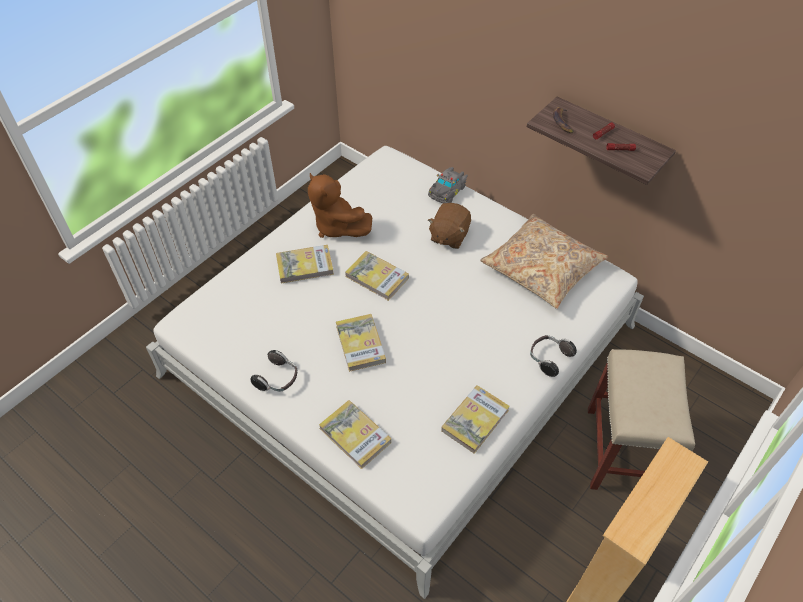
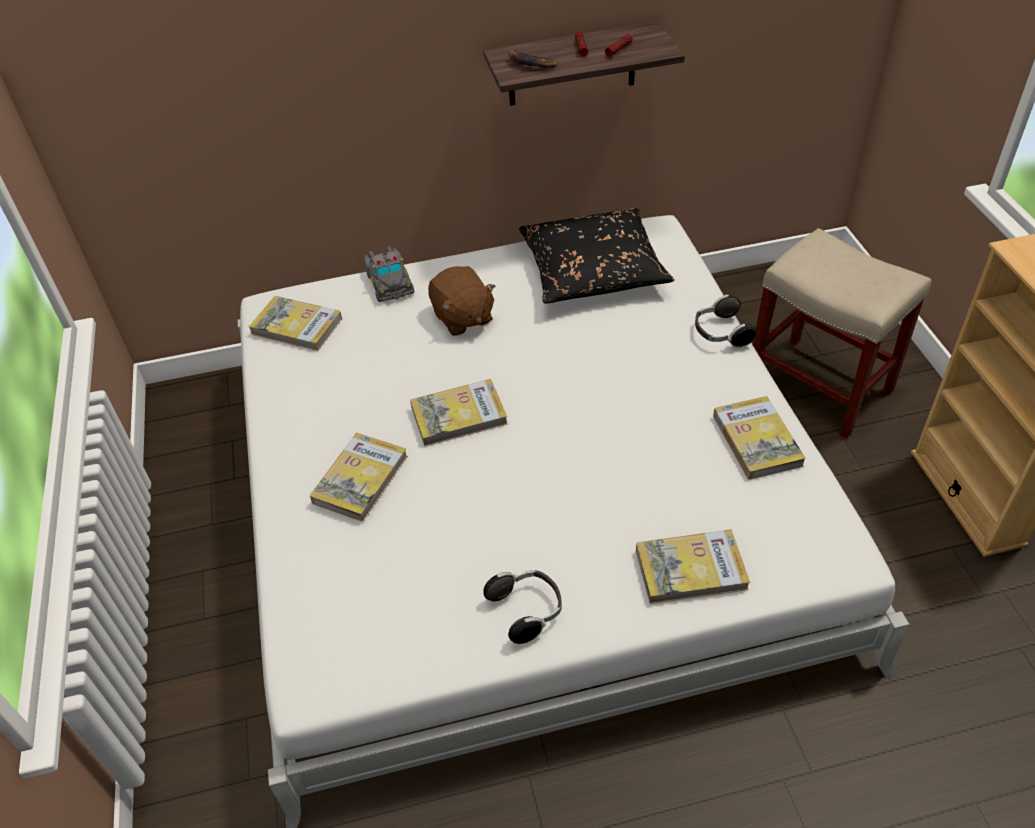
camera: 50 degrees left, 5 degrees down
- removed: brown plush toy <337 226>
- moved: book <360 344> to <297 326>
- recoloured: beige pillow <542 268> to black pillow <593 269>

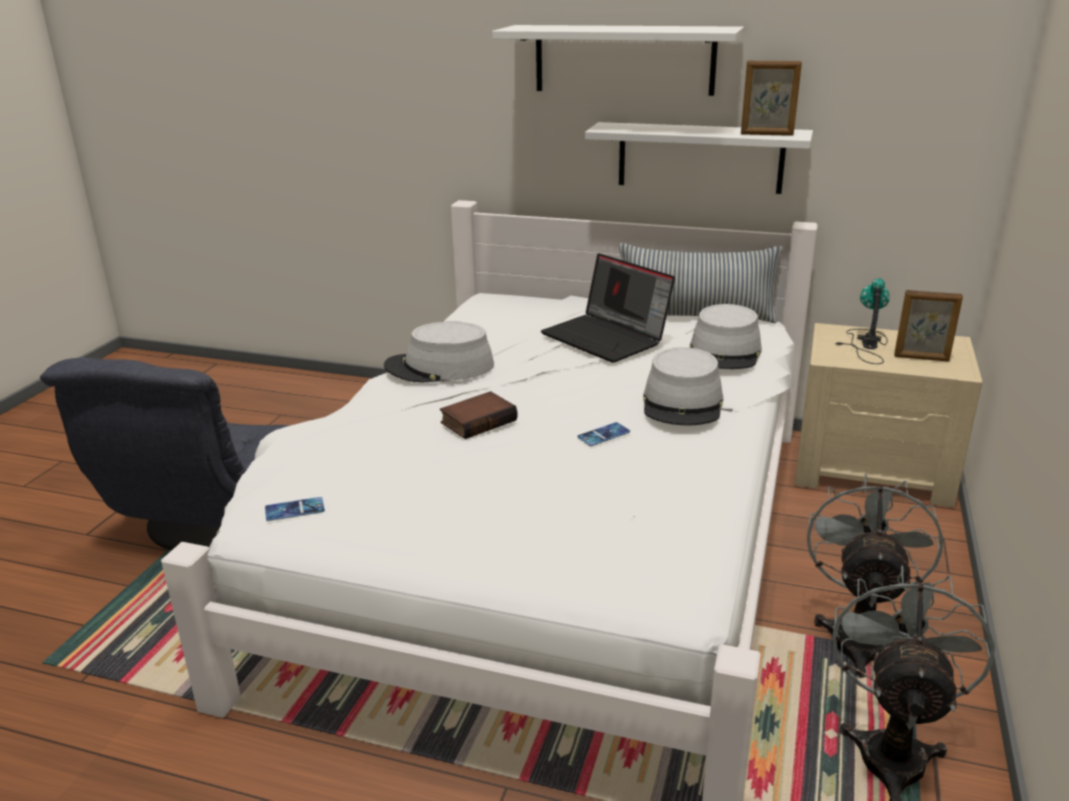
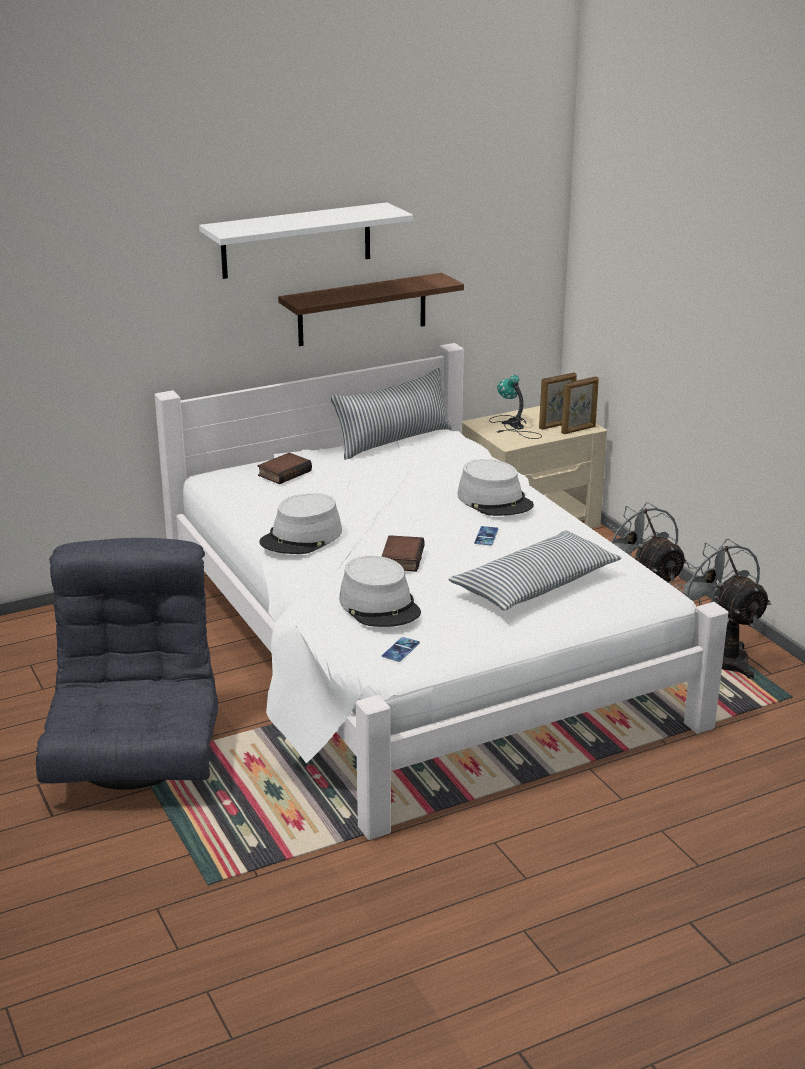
camera: 45 degrees left, 0 degrees up
- turned: grey armchair <207 520> = <137 757> 150 degrees counterclockwise
- removed: laptop <607 338>
- recoloured: white shelf <700 157> to brown shelf <362 309>
- moved: grey hat <724 352> to <380 605>
- moved: picture frame <767 134> to <579 430>
- added: book <284 472>
- added: pillow <535 585>

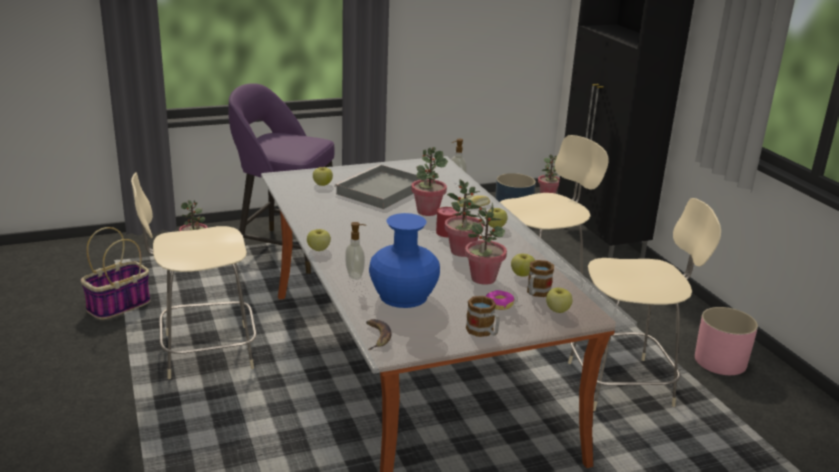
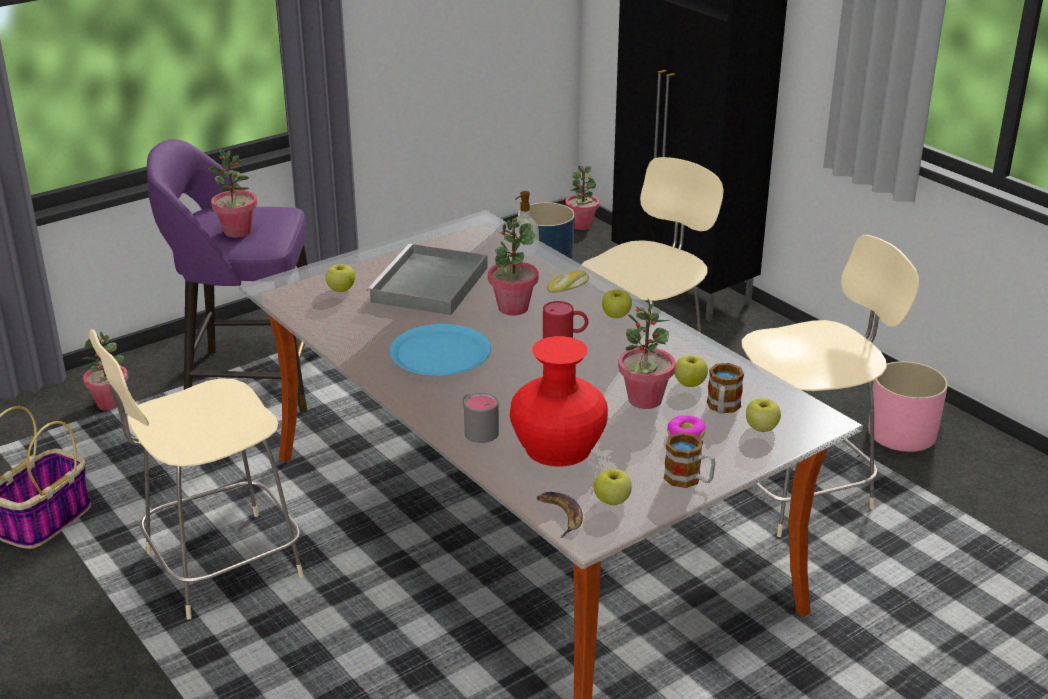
camera: 15 degrees left, 5 degrees up
- moved: apple <318 249> to <612 501>
- replaced: soap dispenser <355 275> to grey mug <477 429>
- recoloured: blue vase <403 295> to red vase <558 447>
- moved: potted plant <462 251> to <237 232>
- added: blue plate <440 352>

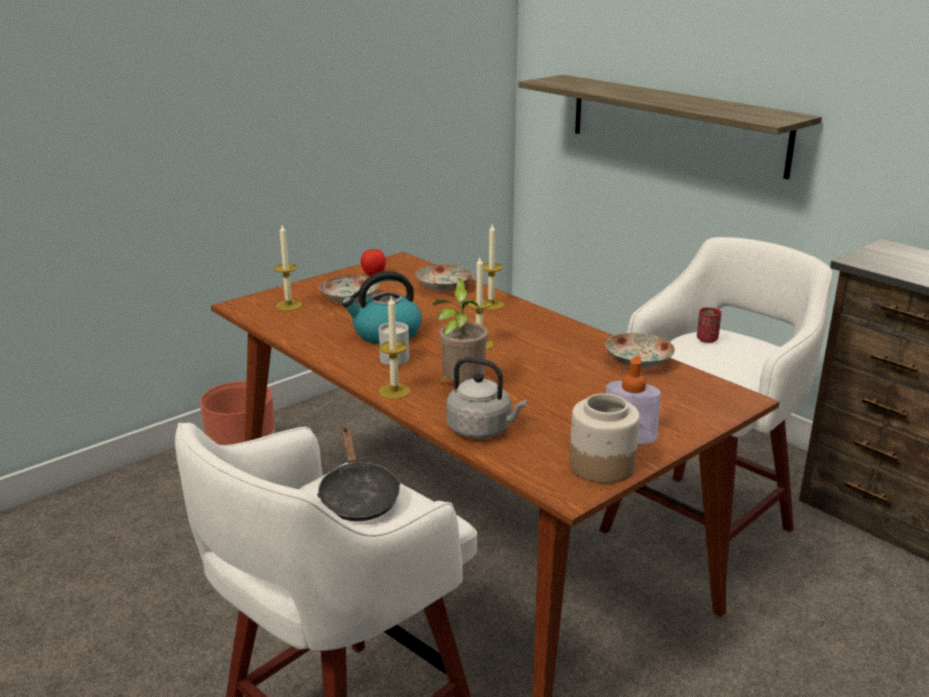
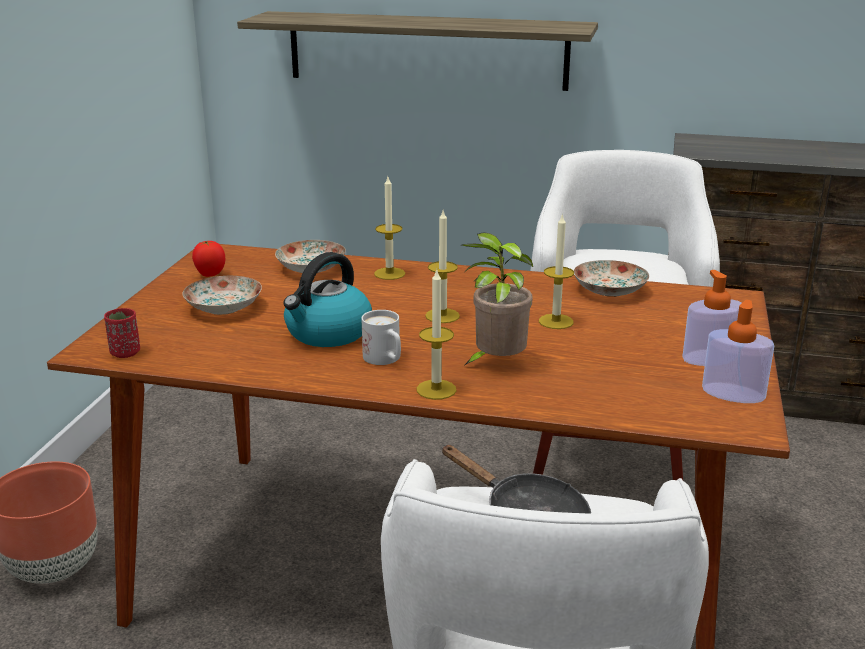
camera: 35 degrees left, 0 degrees up
- moved: candle <288 305> to <556 321>
- removed: grey kettle <482 430>
- replaced: jar <601 466> to soap dispenser <733 393>
- moved: red cup <707 339> to <125 353>

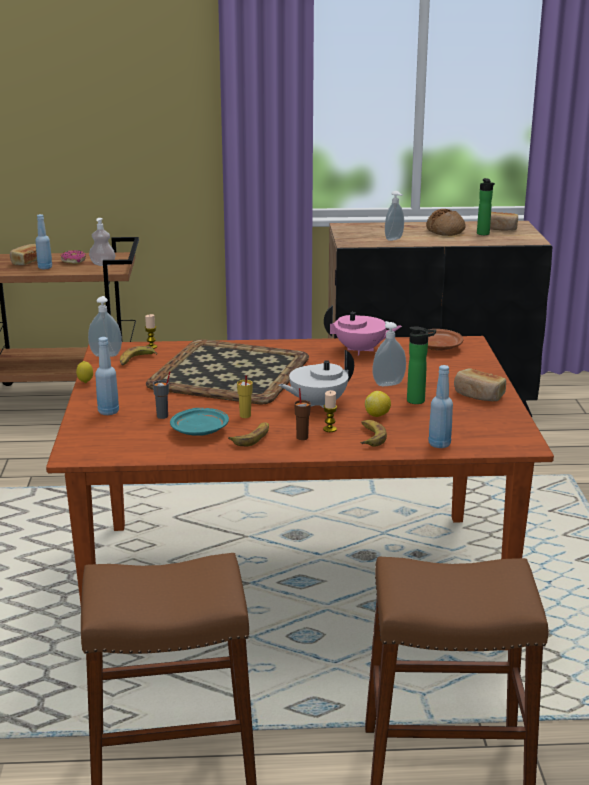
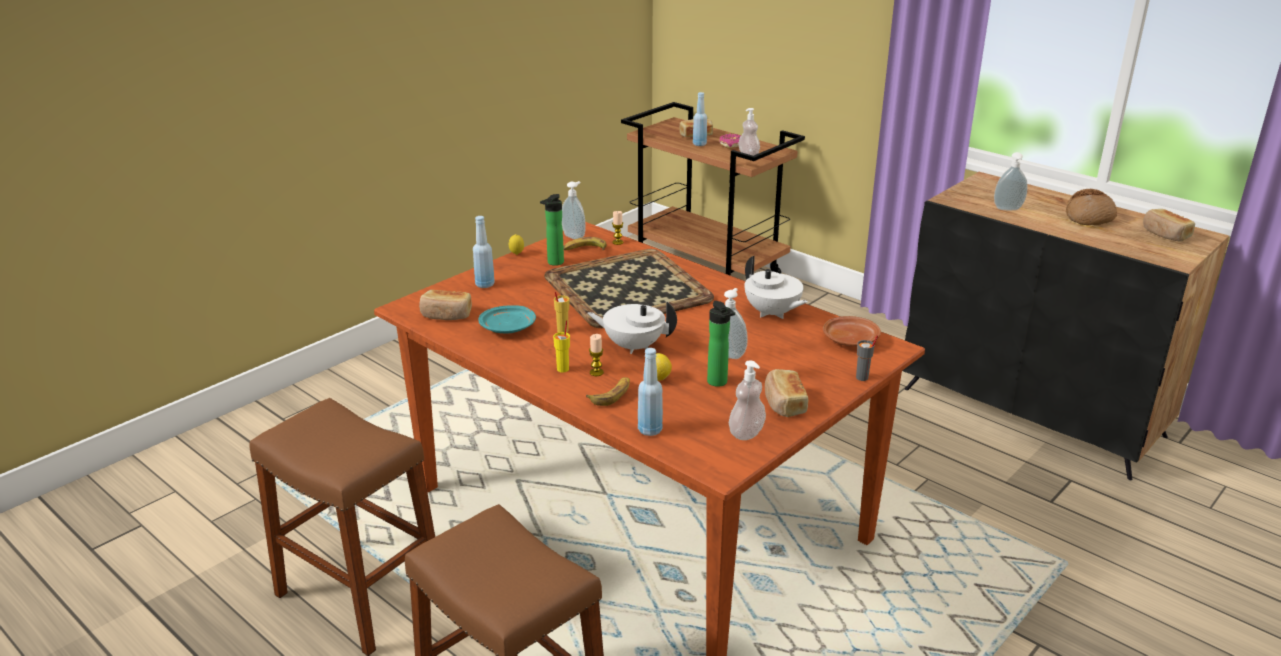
camera: 45 degrees right, 5 degrees up
- moved: grey cup <163 416> to <862 378>
- removed: banana <252 438>
- recoloured: brown cup <302 437> to yellow cup <563 369>
- recoloured: pink teapot <360 350> to white teapot <772 313>
- moved: bottle <483 234> to <554 263>
- added: bread <446 315>
- added: soap dispenser <746 433>

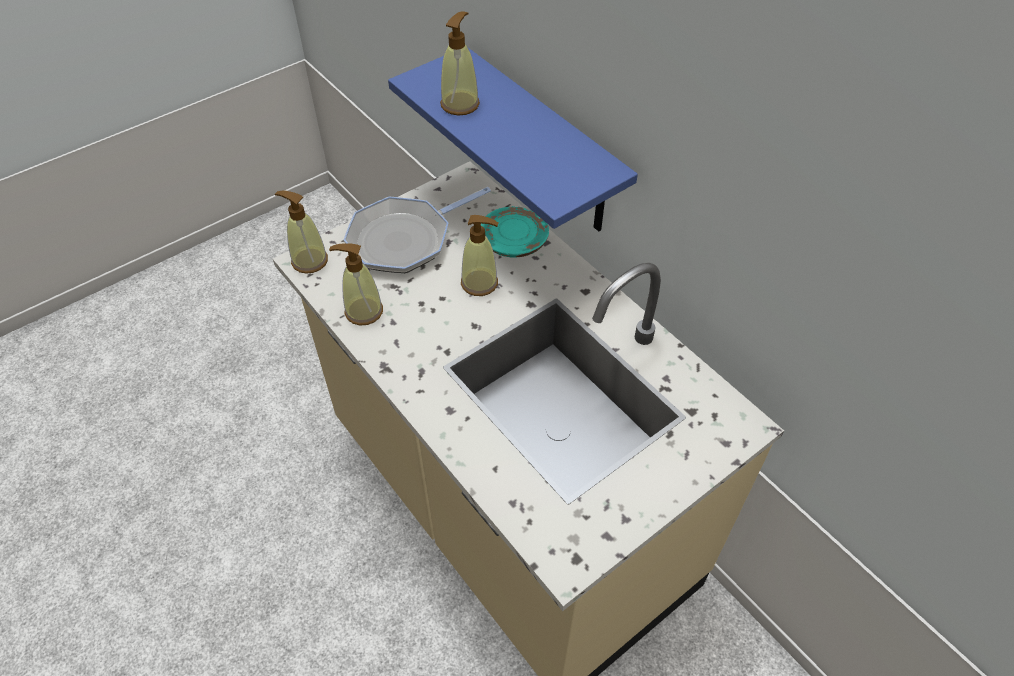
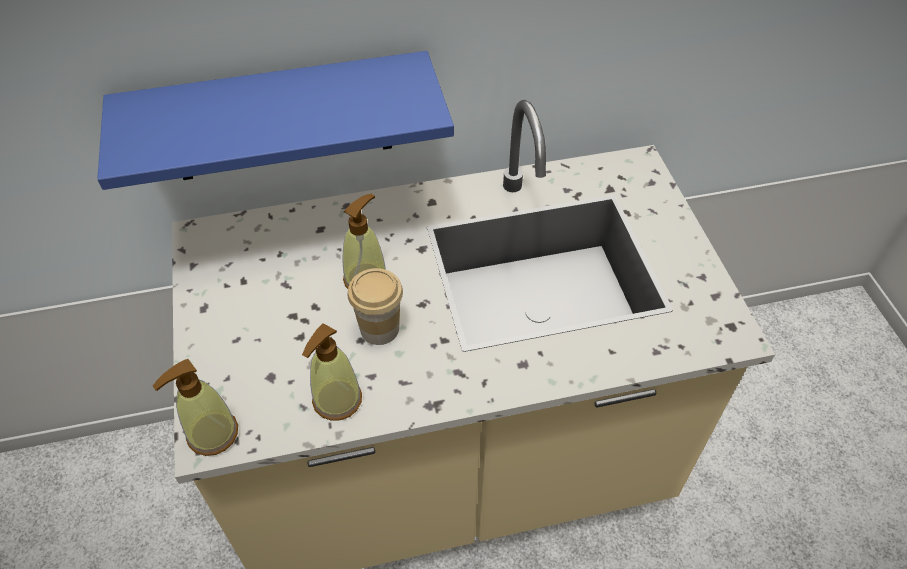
camera: 65 degrees left, 0 degrees up
- removed: frying pan <405 239>
- removed: soap dispenser <460 104>
- removed: turquoise plate <513 241>
- added: cup <379 329>

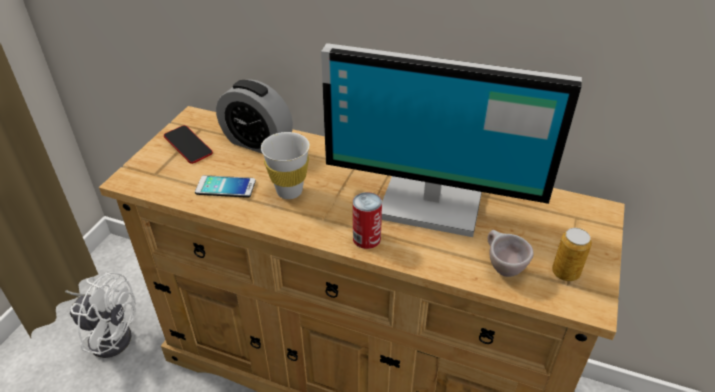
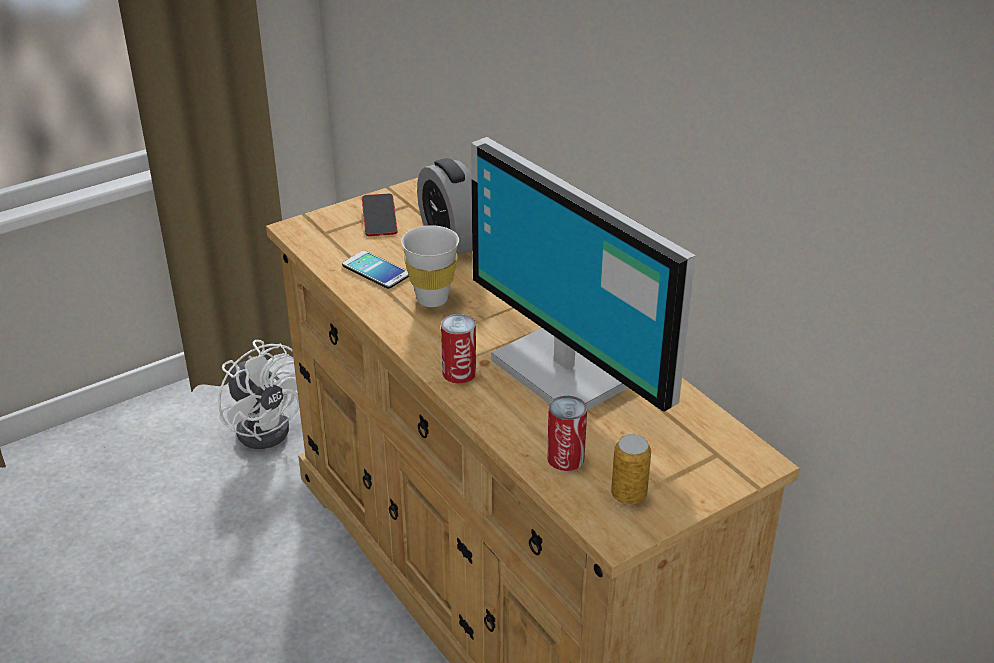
camera: 35 degrees right, 5 degrees down
- replaced: beige cup <501 267> to can <565 458>

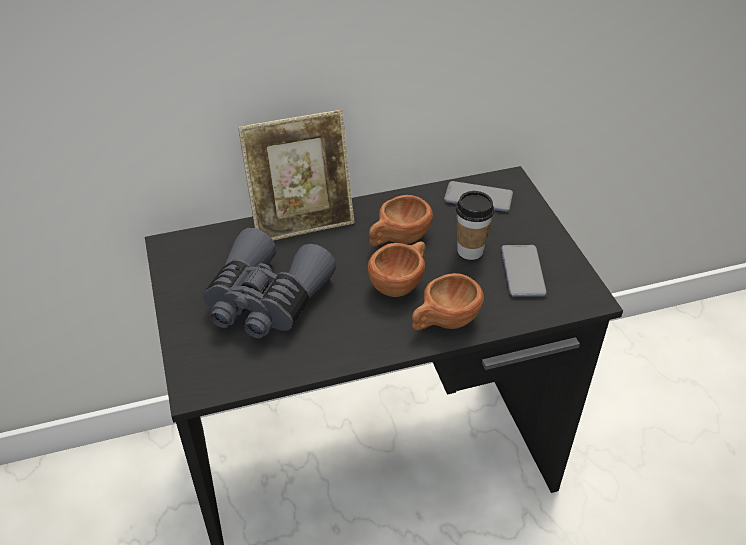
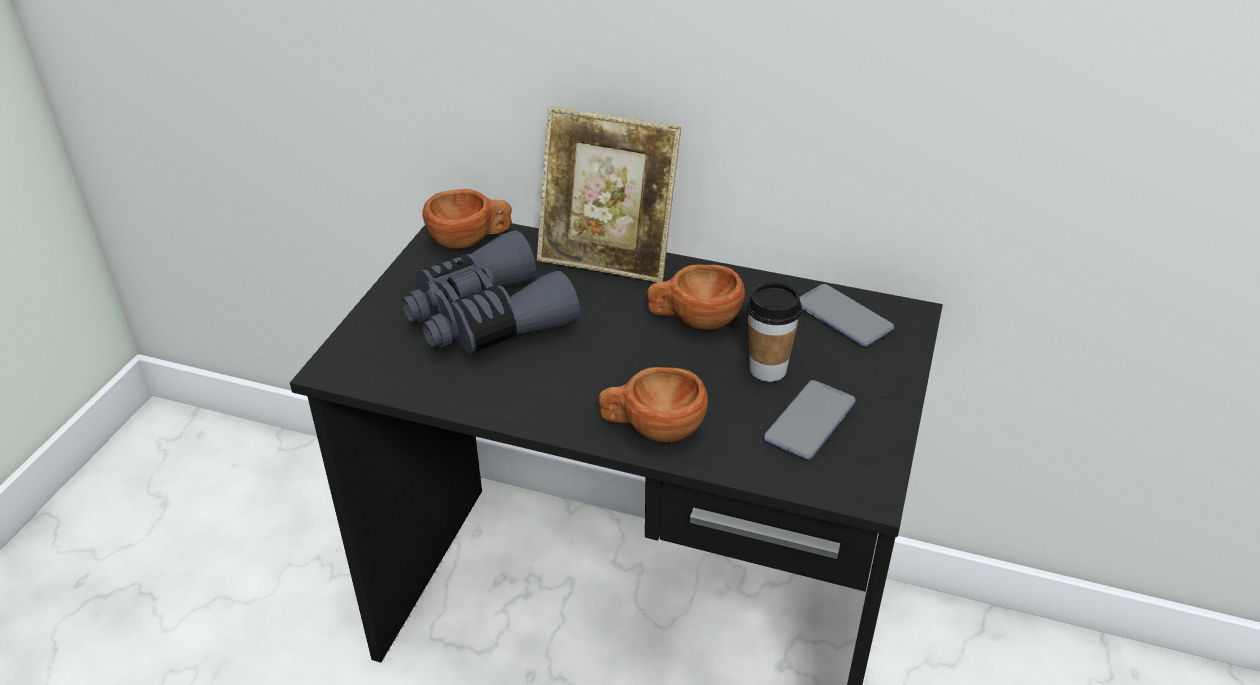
camera: 35 degrees right, 5 degrees down
- moved: brown cup <401 282> to <470 240>

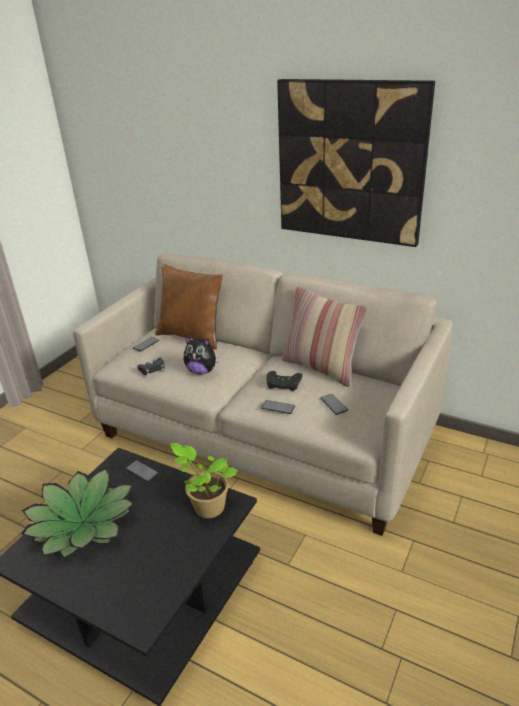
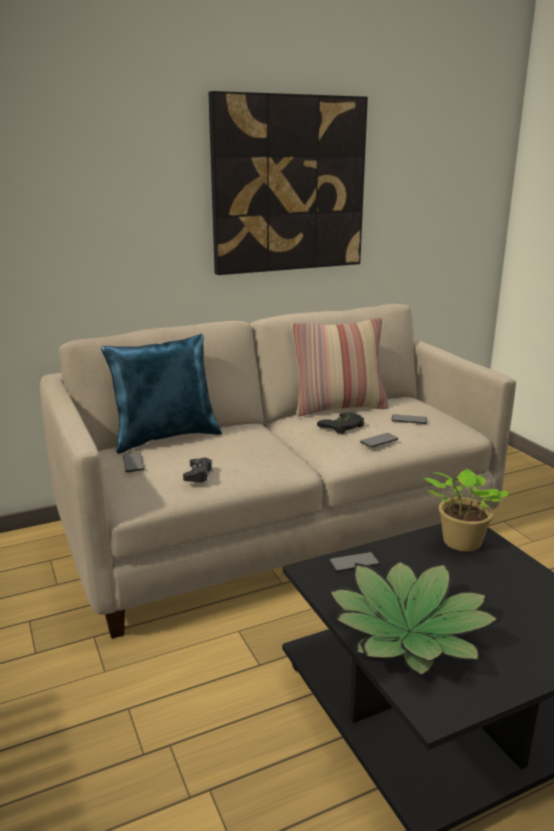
camera: 55 degrees left, 10 degrees down
- recoloured: brown pillow <192 336> to blue pillow <166 437>
- removed: plush toy <202 371>

